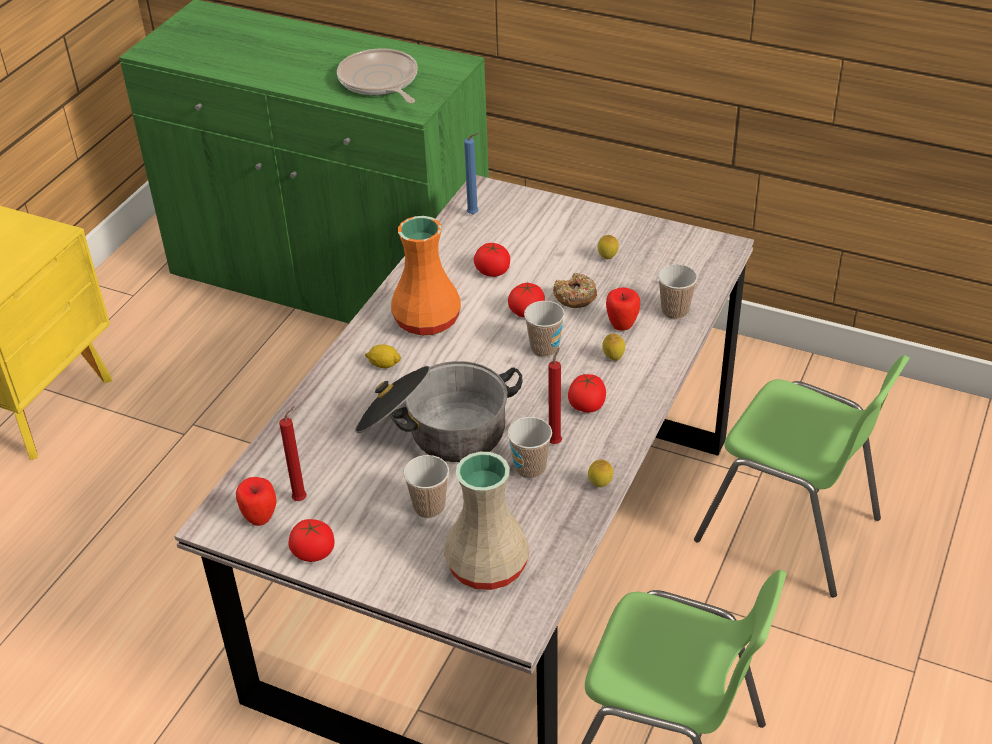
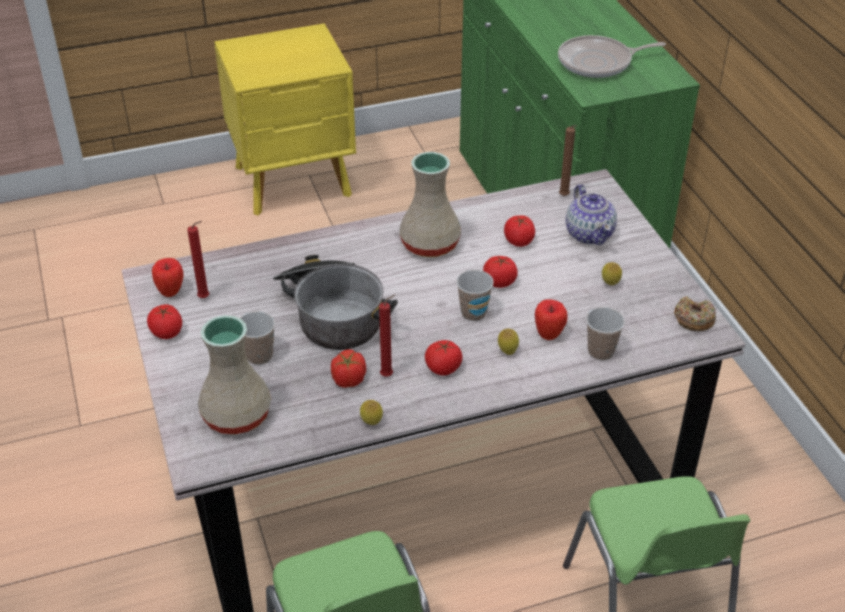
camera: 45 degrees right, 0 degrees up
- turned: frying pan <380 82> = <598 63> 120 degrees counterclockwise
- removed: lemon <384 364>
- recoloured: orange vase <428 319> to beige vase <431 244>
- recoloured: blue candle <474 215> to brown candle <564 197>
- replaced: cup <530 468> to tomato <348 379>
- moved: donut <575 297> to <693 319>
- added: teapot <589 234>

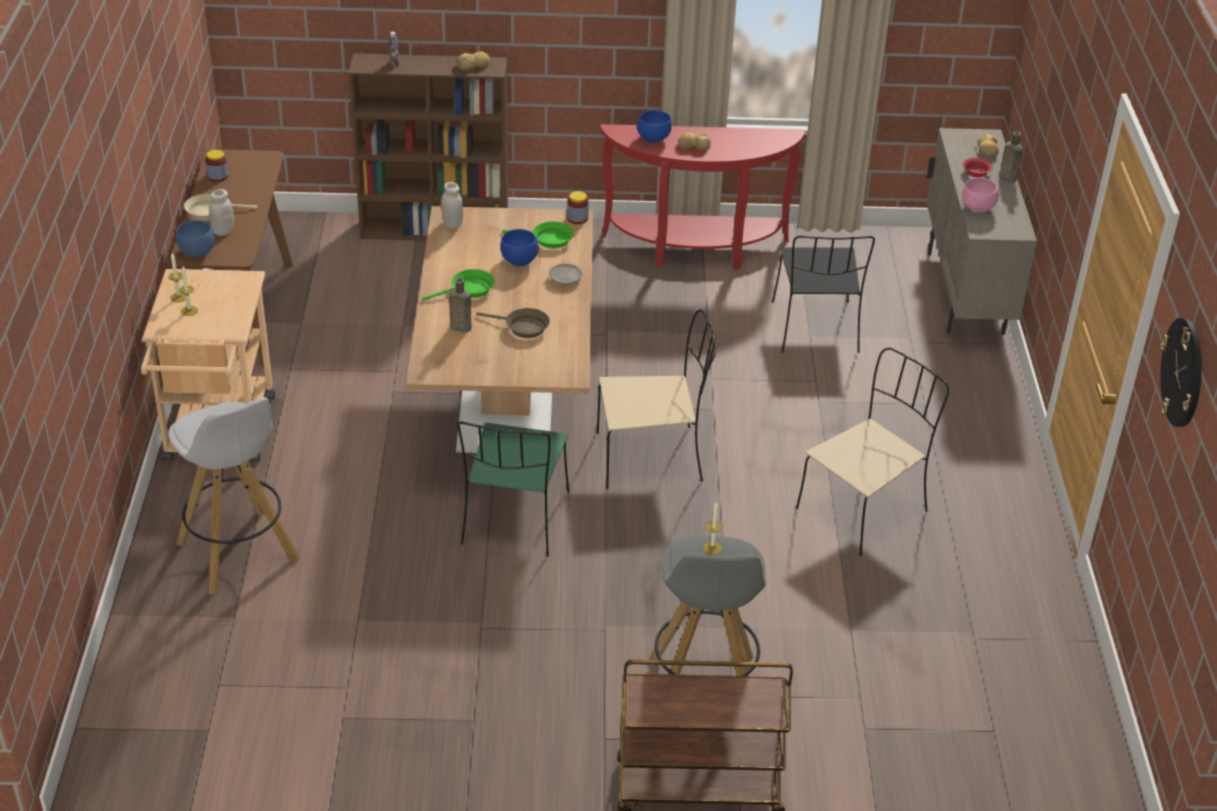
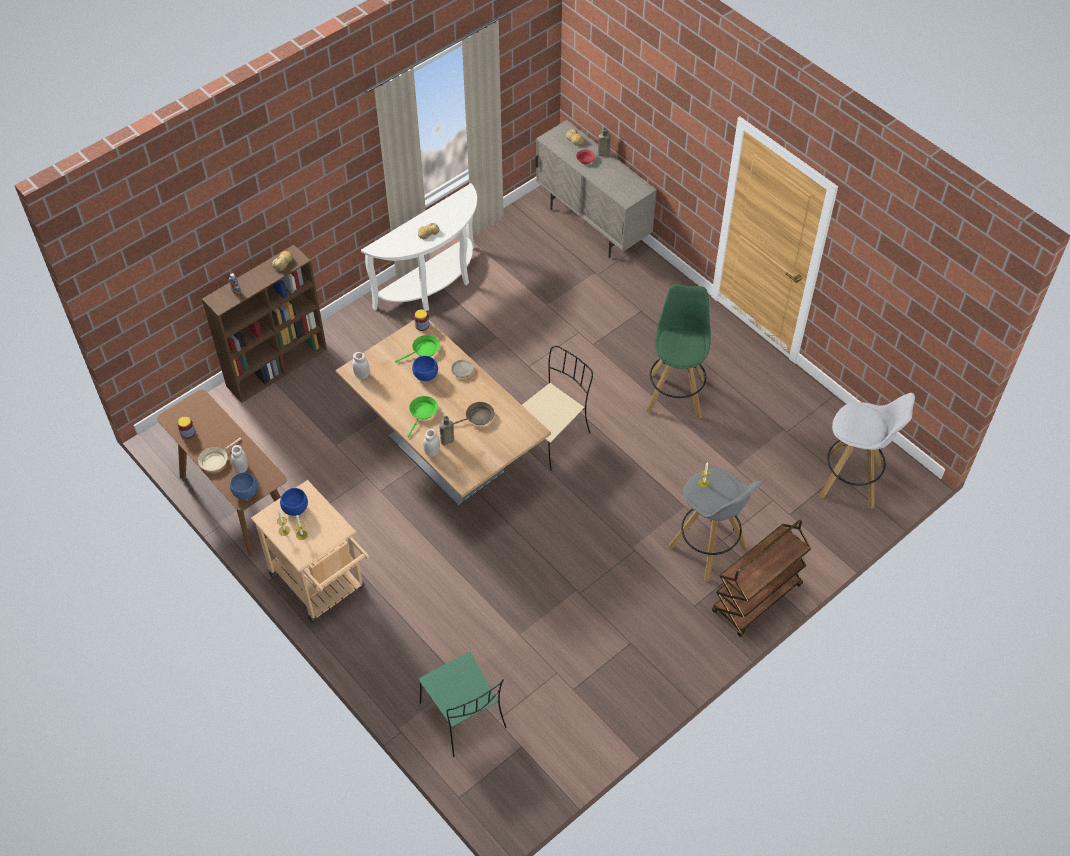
camera: 40 degrees left, 15 degrees up
- moved: white stool <239 553> to <852 480>
- moved: green chair <515 520> to <464 717>
- recoloured: red console table <695 251> to white console table <433 286>
- moved: blue bowl <653 138> to <295 508>
- removed: black chair <815 329>
- replaced: beige chair <864 509> to green stool <675 394>
- removed: pink bowl <978 208>
- removed: wall clock <1182 372>
- added: white jar <432 452>

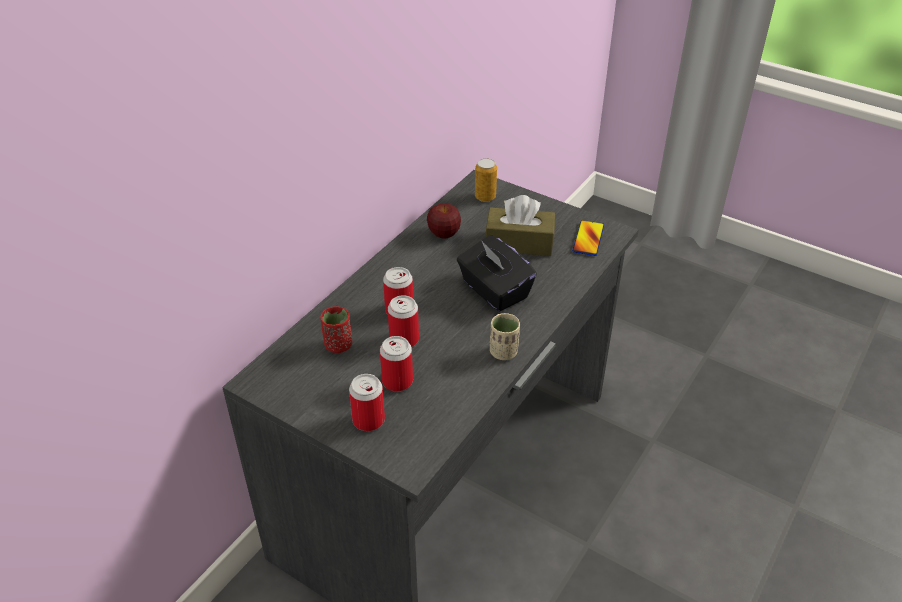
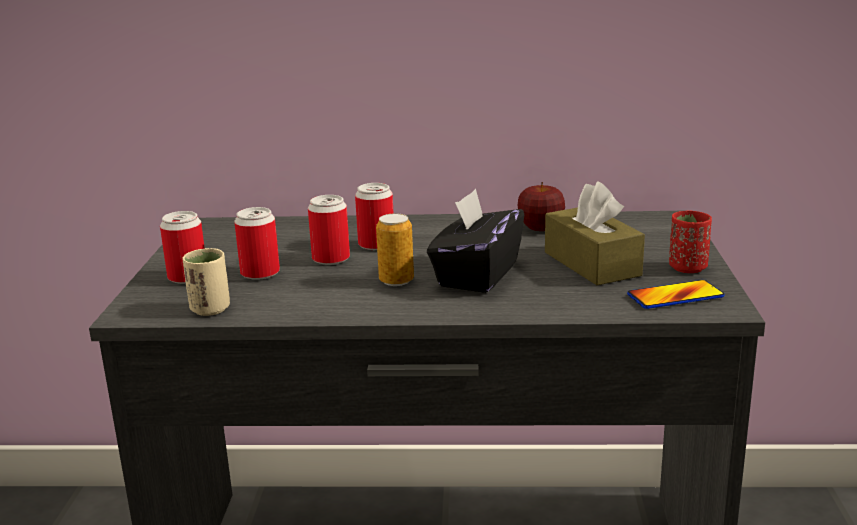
camera: 60 degrees right, 20 degrees down
- moved: red cup <338 345> to <687 268>
- moved: can <485 197> to <396 281>
- moved: beige cup <503 352> to <210 309>

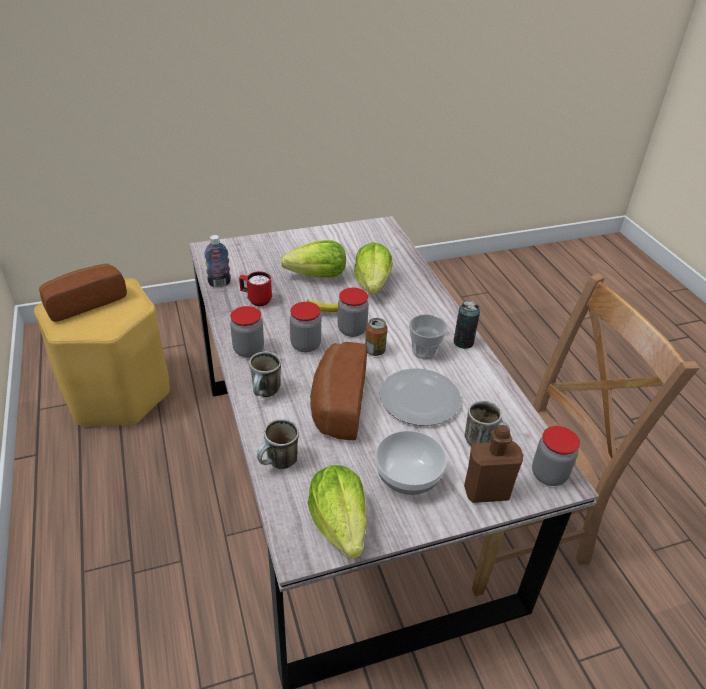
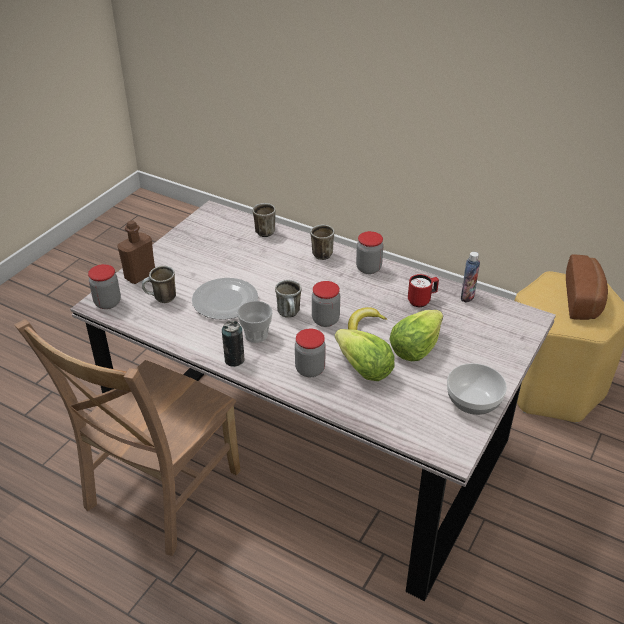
camera: 140 degrees right, 0 degrees up
- moved: jar <305 345> to <310 369>
- removed: lettuce <339 524>
- removed: bread <336 404>
- replaced: can <375 351> to mug <290 314>
- moved: bowl <407 476> to <474 402>

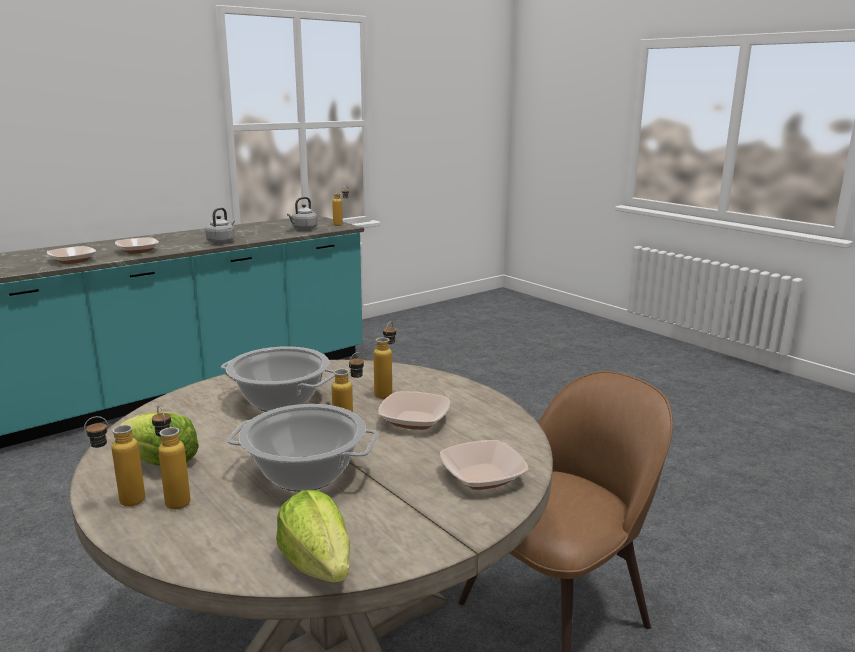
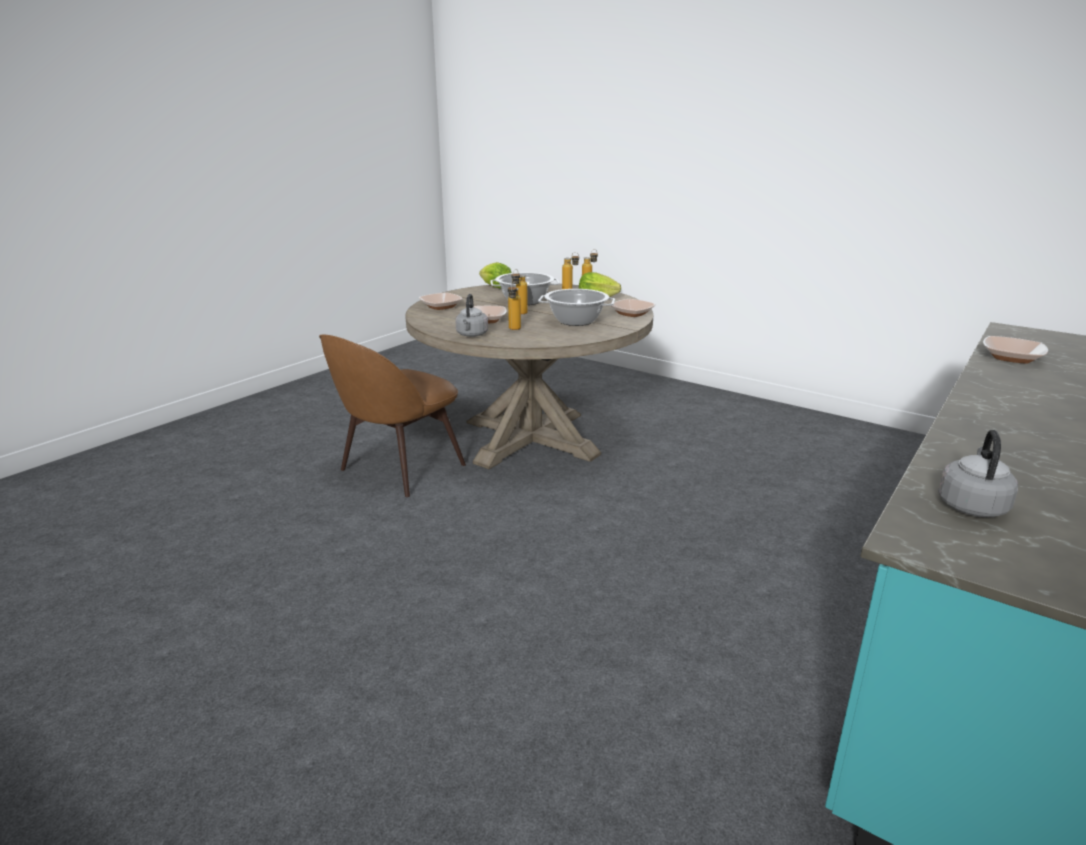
camera: 165 degrees right, 5 degrees up
- moved: bowl <137 251> to <632 313>
- moved: grey kettle <222 241> to <471 335>
- removed: bottle <341 225>

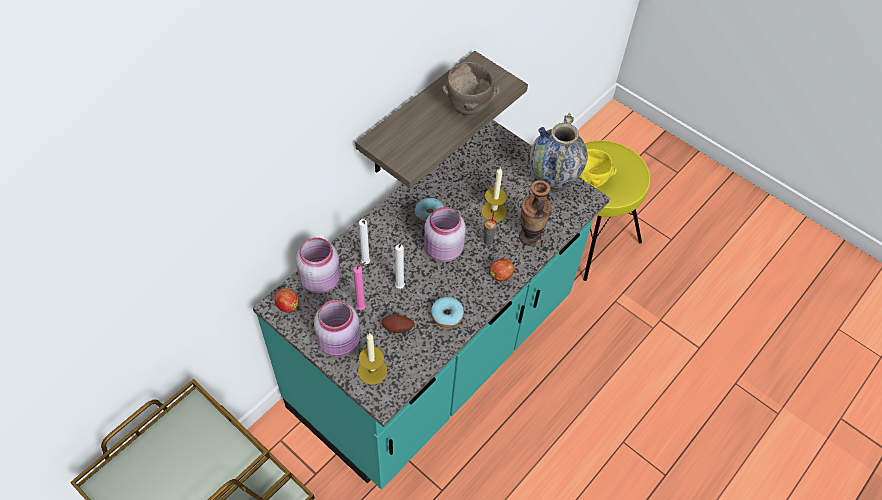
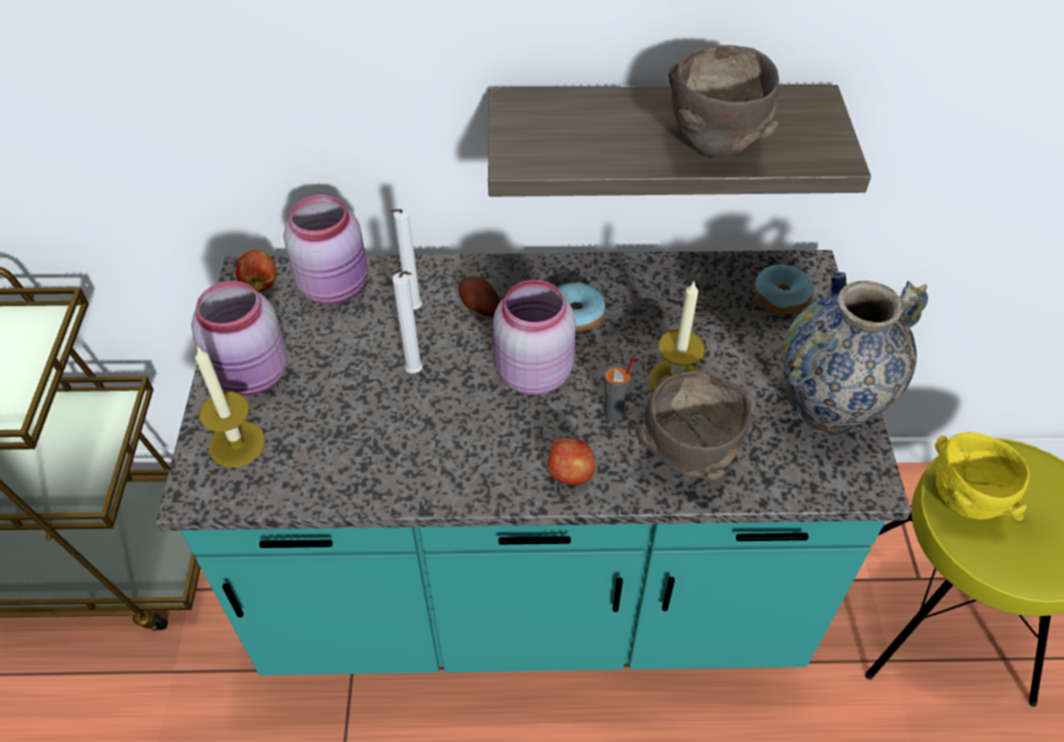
camera: 50 degrees right, 5 degrees down
- removed: pink candle <362 307>
- moved: potato <397 328> to <479 308>
- moved: donut <447 315> to <781 297>
- replaced: vase <529 237> to brown bowl <687 458>

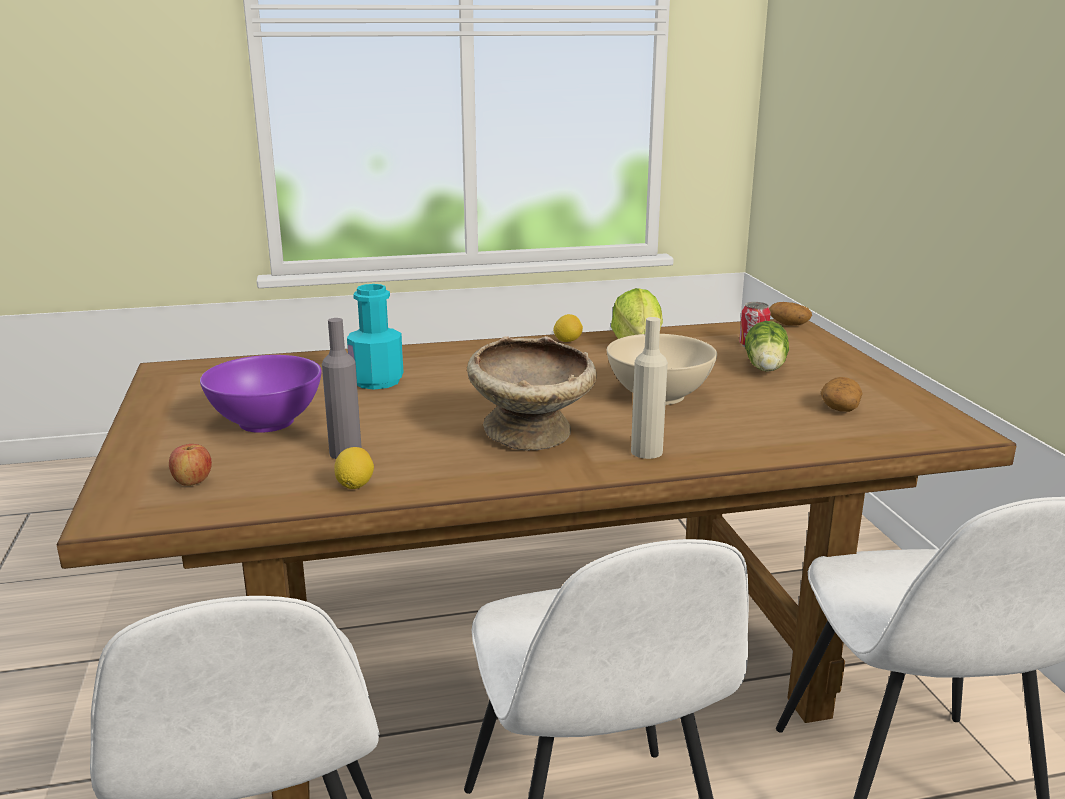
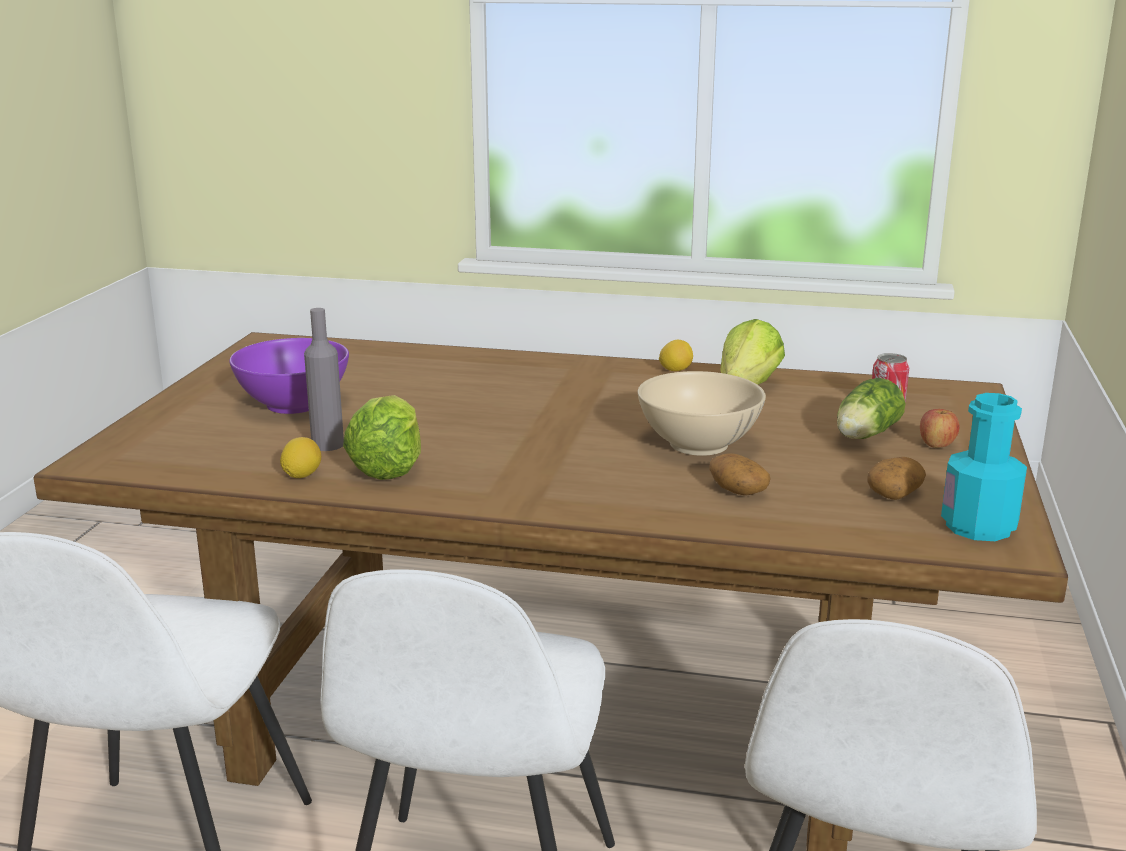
camera: 25 degrees right, 0 degrees up
- moved: apple <192 482> to <936 445>
- moved: turquoise bottle <377 381> to <978 526>
- removed: beige bowl <532 434>
- removed: beige bottle <646 451>
- moved: potato <788 324> to <737 490>
- added: lettuce <388 467>

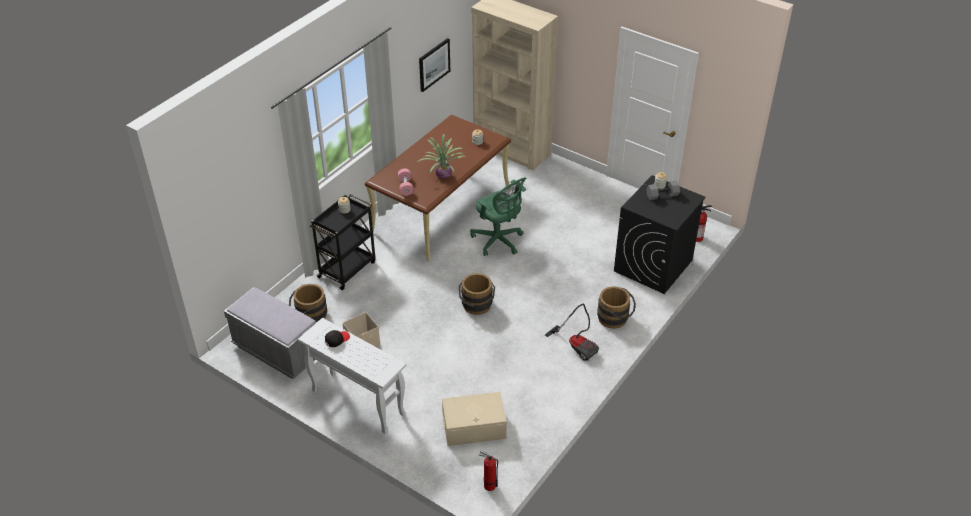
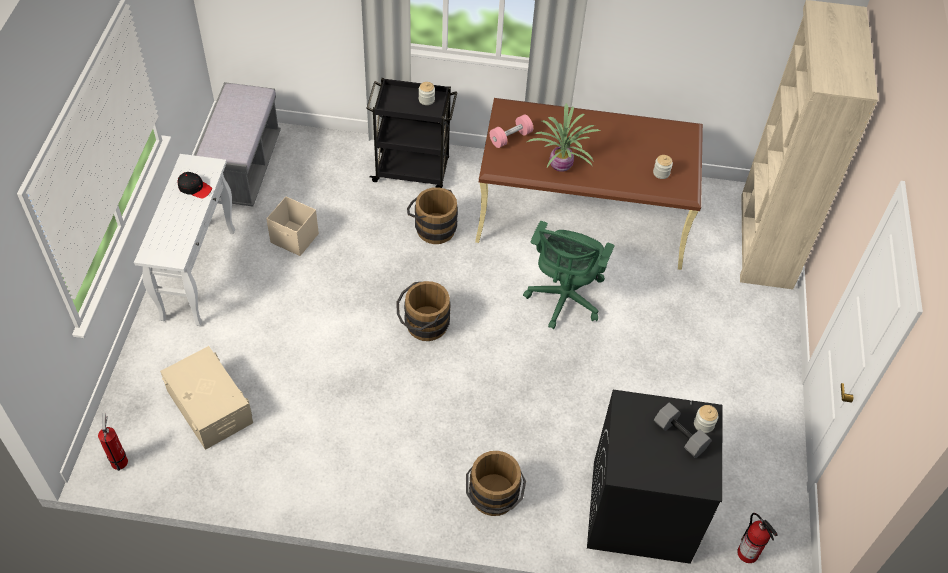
camera: 60 degrees right, 10 degrees up
- moved: brown bucket <309 316> to <432 227>
- removed: picture <434 64>
- removed: vacuum cleaner <577 345>

